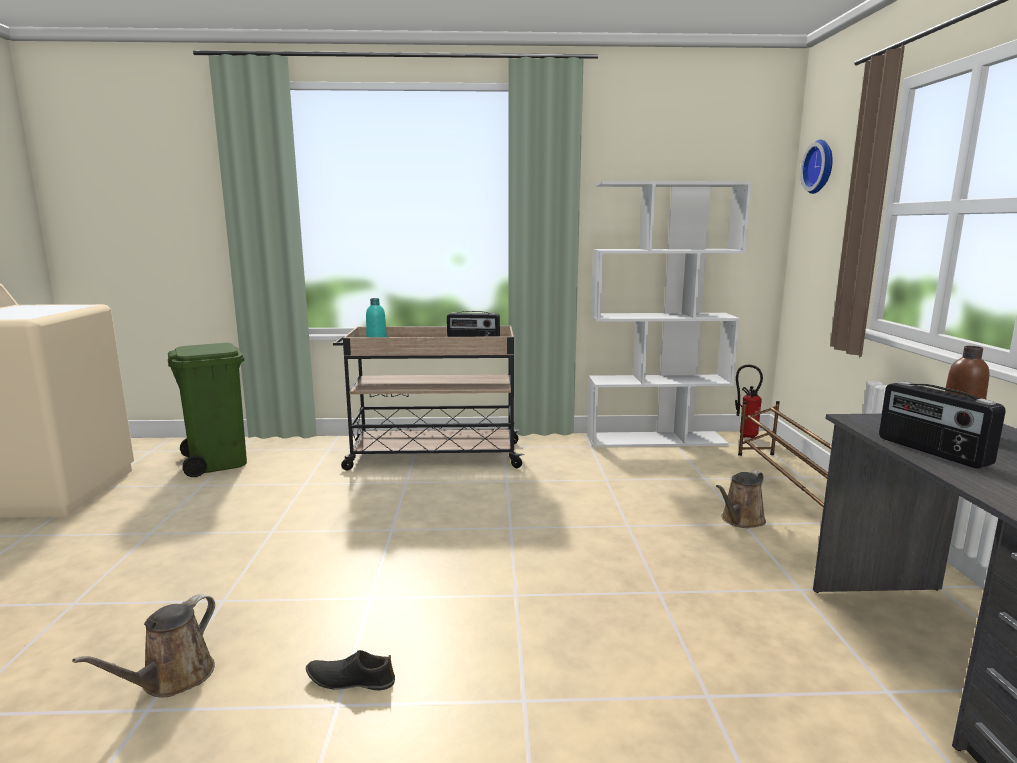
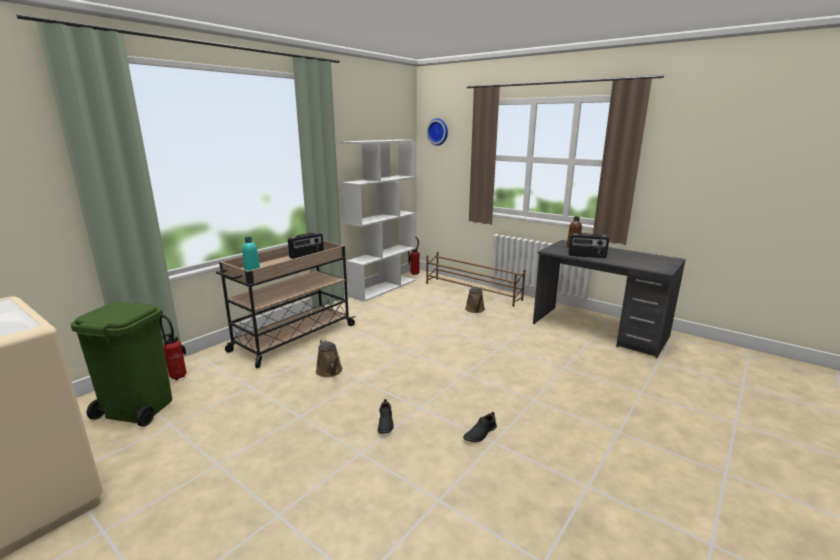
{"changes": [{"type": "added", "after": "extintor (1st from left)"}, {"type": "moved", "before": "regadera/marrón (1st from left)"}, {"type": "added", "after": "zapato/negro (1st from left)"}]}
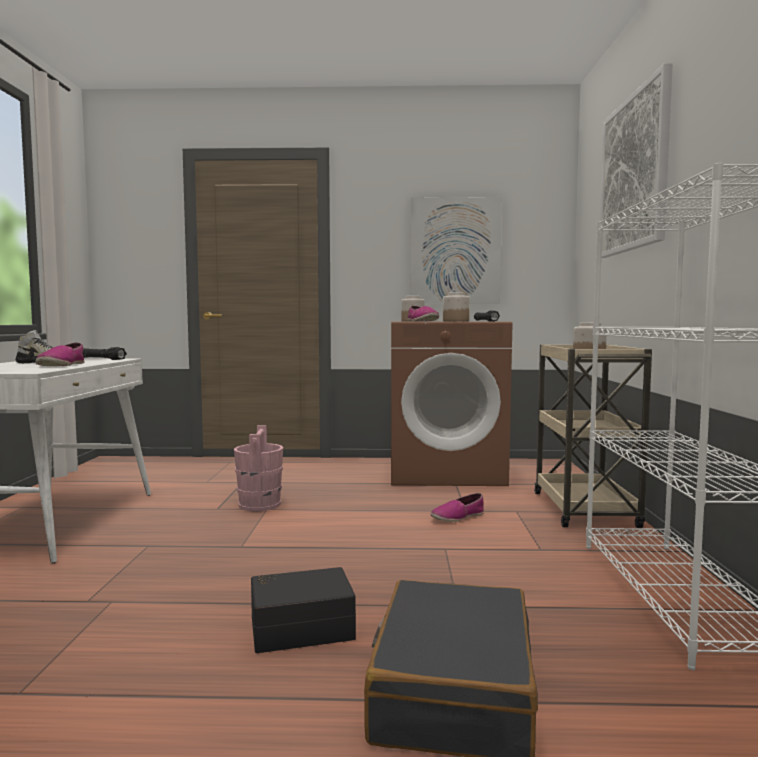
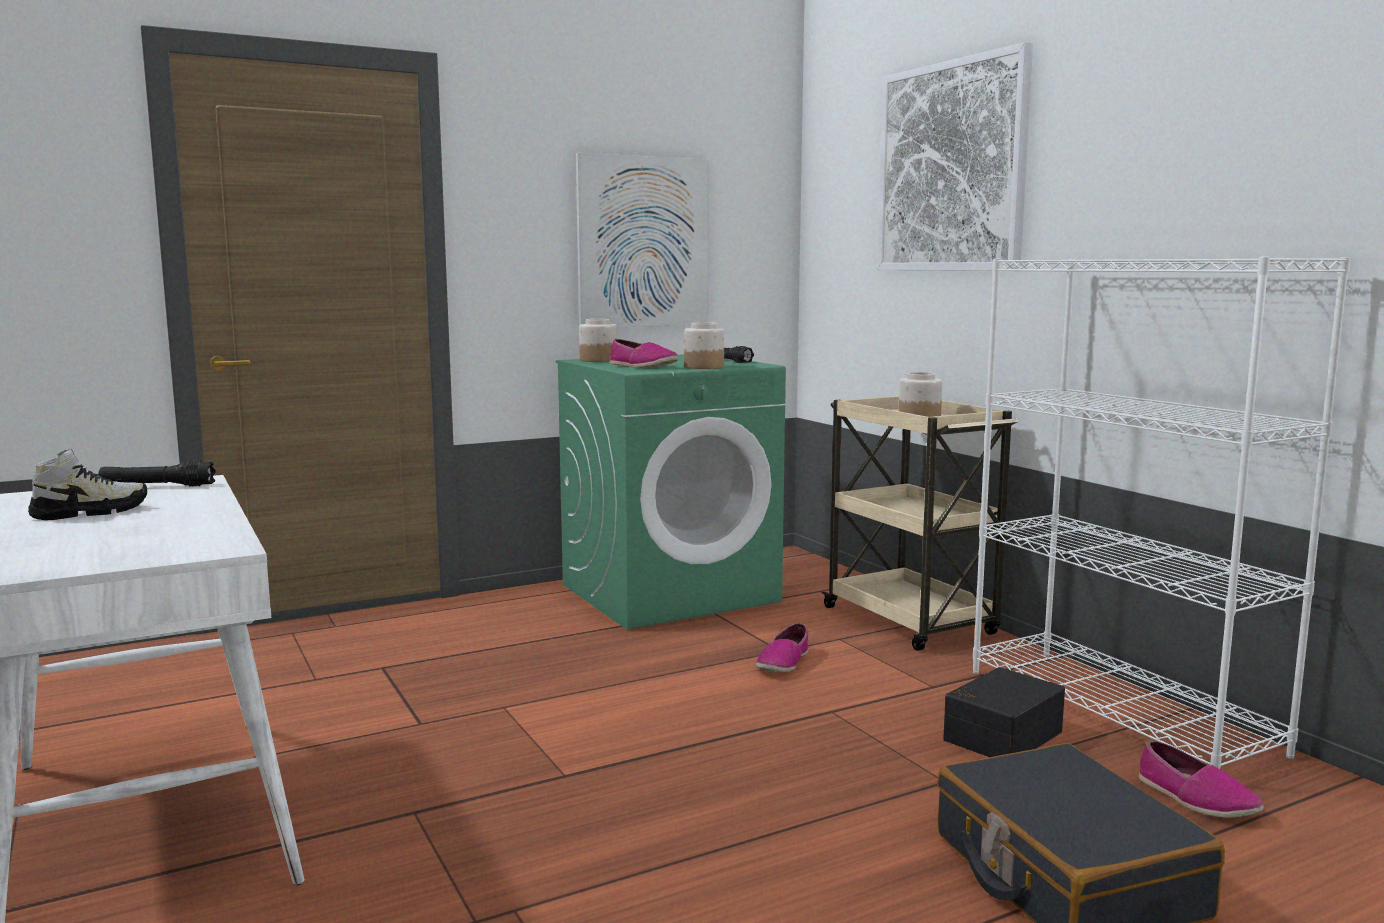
{"changes": [{"type": "recoloured", "before": "lavadora/marrón", "after": "lavadora/verde"}, {"type": "moved", "before": "caja de almacenaje/negro"}, {"type": "moved", "before": "zapato (2nd from left in the first image)", "after": "zapato (4th from left)"}, {"type": "removed", "before": "cubo/rosa"}]}
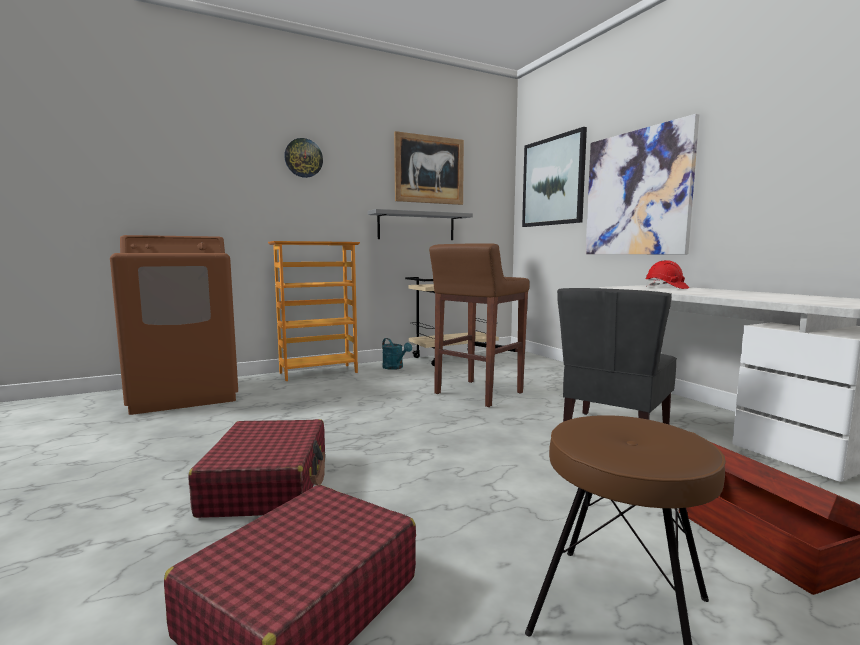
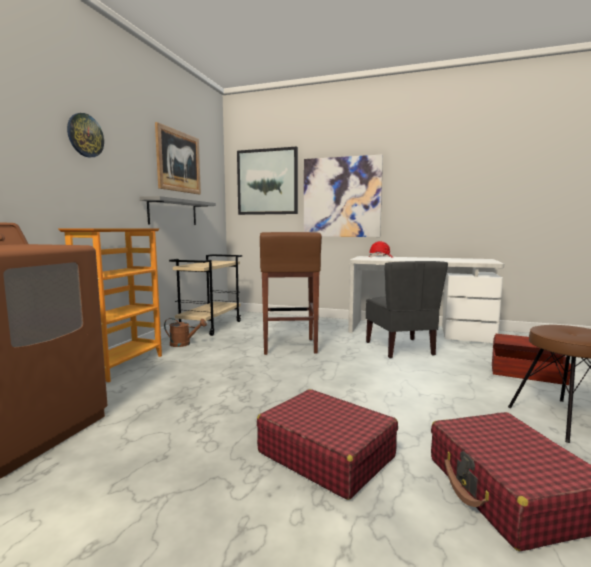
{"changes": [{"type": "recoloured", "before": "regadera/turquesa", "after": "regadera/marrón"}]}
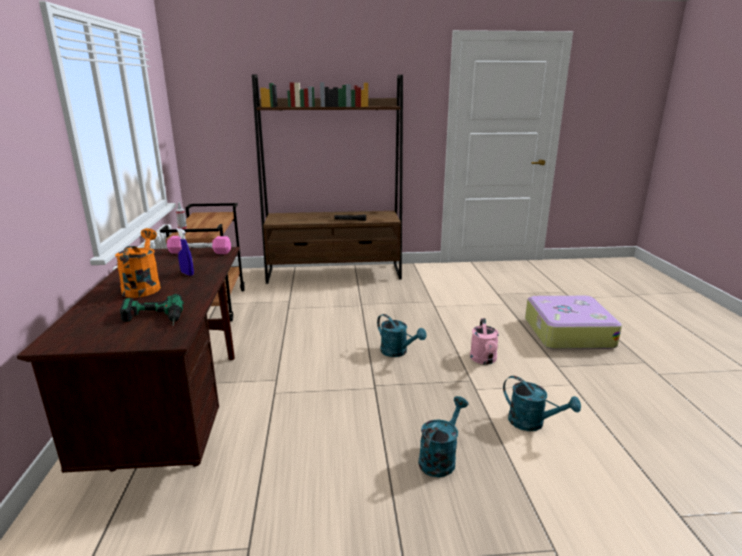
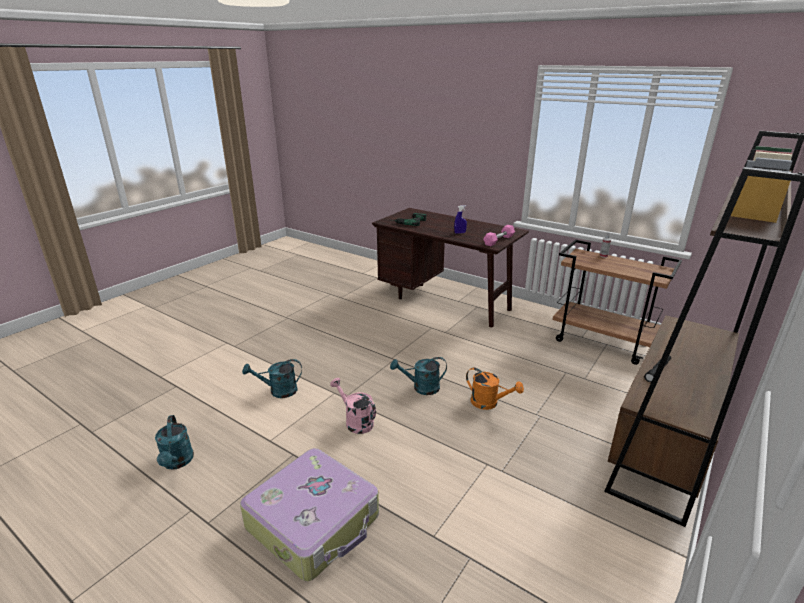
{"changes": [{"type": "moved", "before": "regadera/turquesa (2nd from left in the first image)", "after": "regadera/turquesa (1st from left)"}, {"type": "moved", "before": "regadera/naranja"}]}
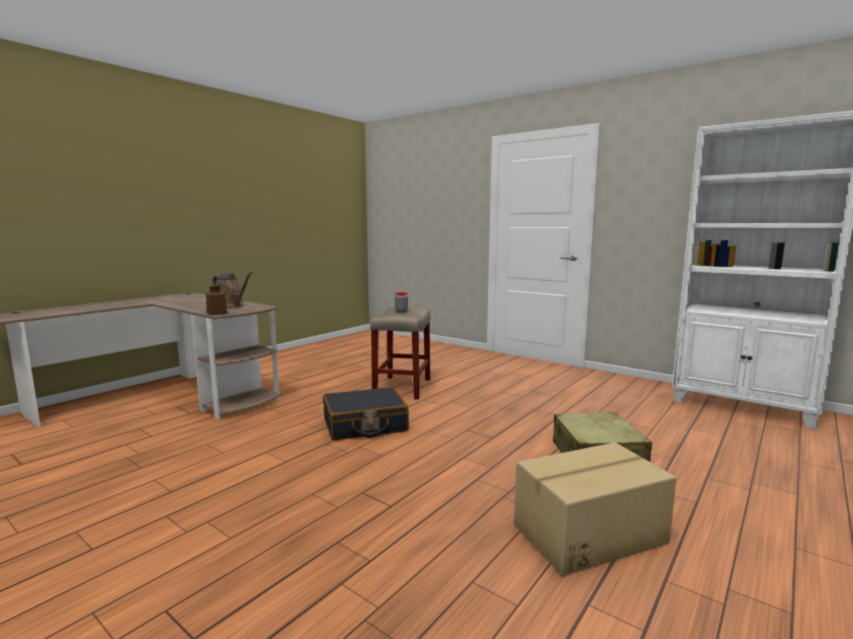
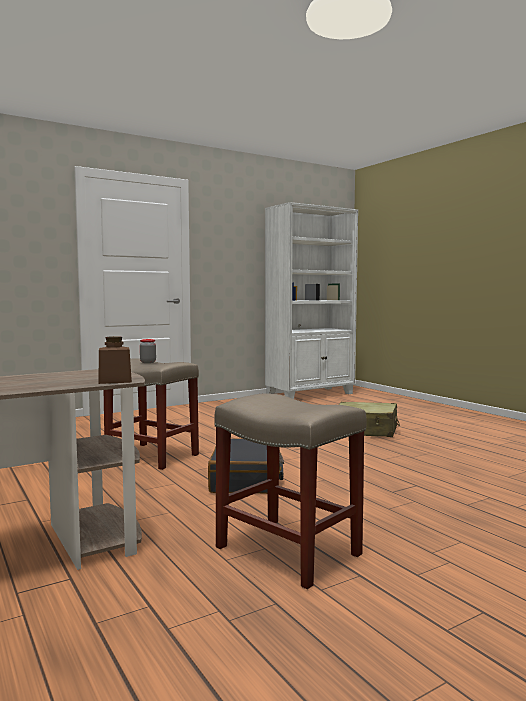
{"changes": [{"type": "added", "after": "taburete/beis (2nd from left)"}, {"type": "removed", "before": "regadera/marrón"}, {"type": "removed", "before": "caja de cartón"}]}
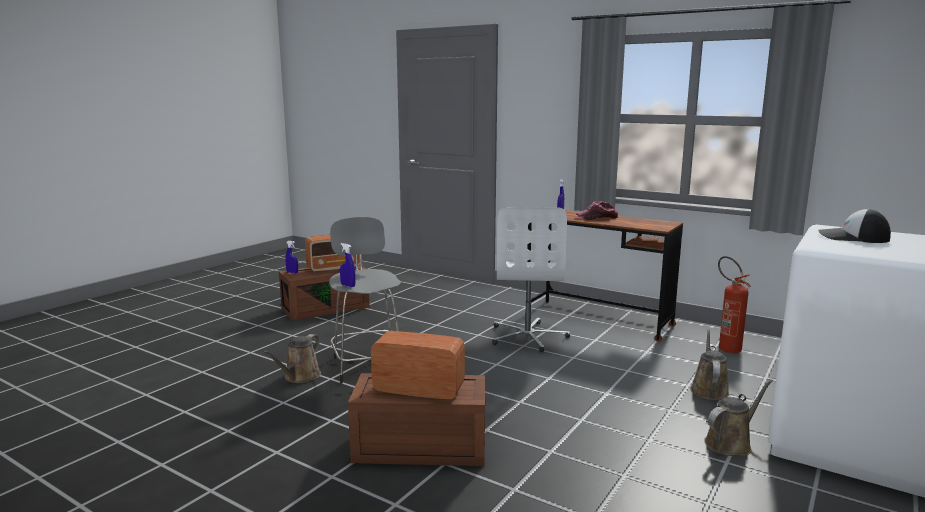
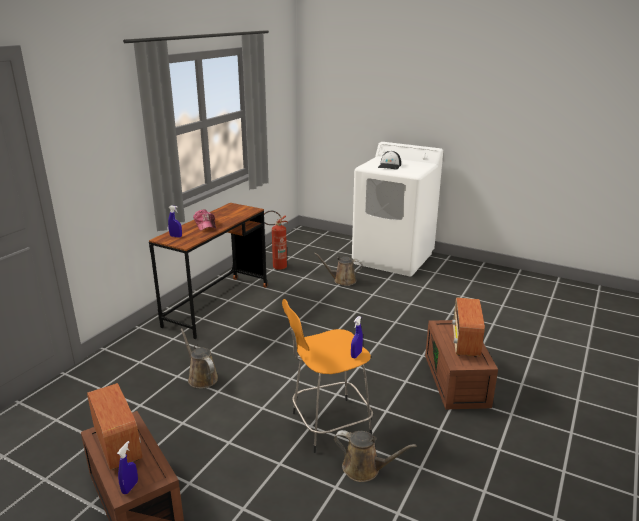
{"changes": [{"type": "moved", "before": "regadera/marrón (3rd from left in the first image)", "after": "regadera/marrón (1st from left)"}, {"type": "recoloured", "before": "taburete/gris", "after": "taburete/naranja"}, {"type": "removed", "before": "silla de oficina/blanco"}]}
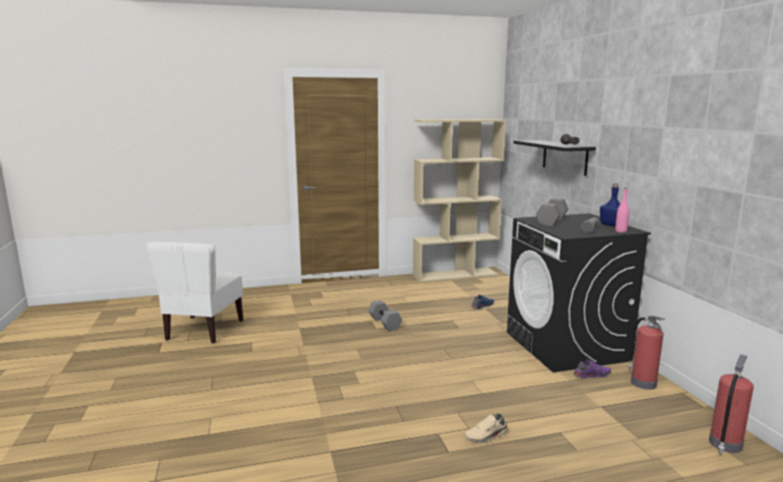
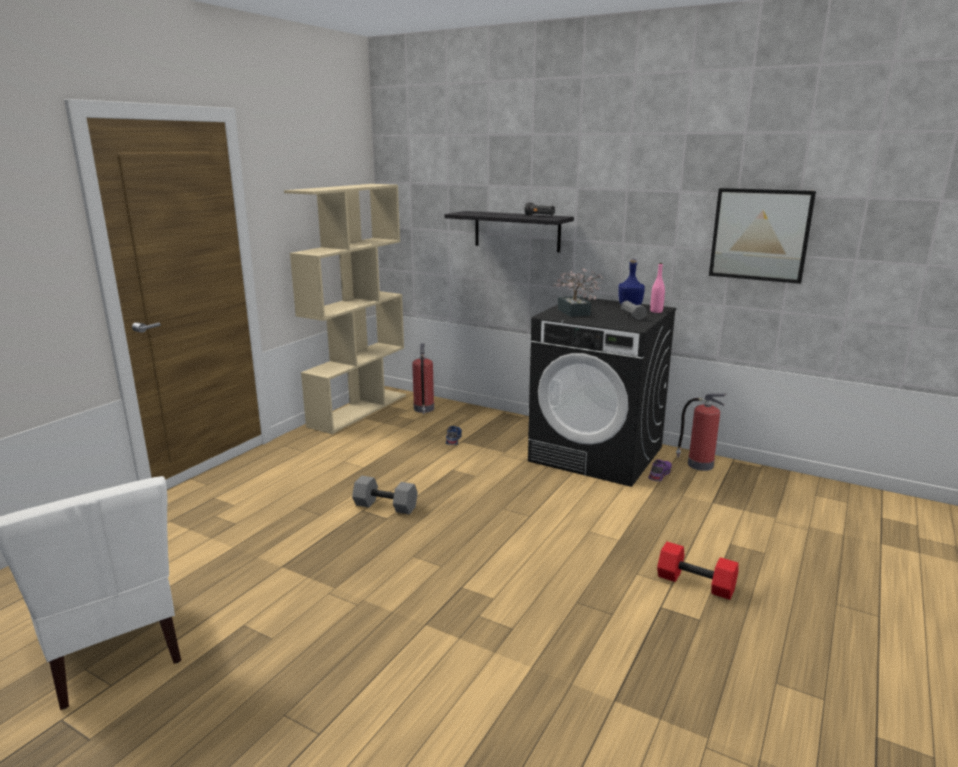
{"changes": [{"type": "moved", "before": "extintor (2nd from left in the first image)", "after": "extintor (1st from left)"}, {"type": "replaced", "before": "mancuerna/gris (2nd from left)", "after": "planta en maceta"}, {"type": "replaced", "before": "zapato/beis", "after": "mancuerna/rojo"}, {"type": "added", "after": "cuadro"}]}
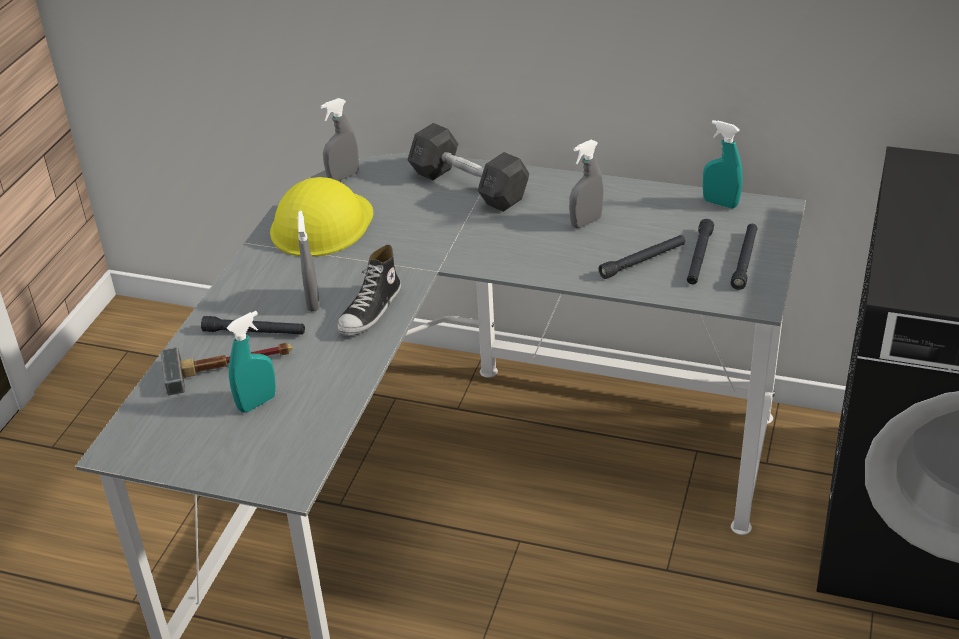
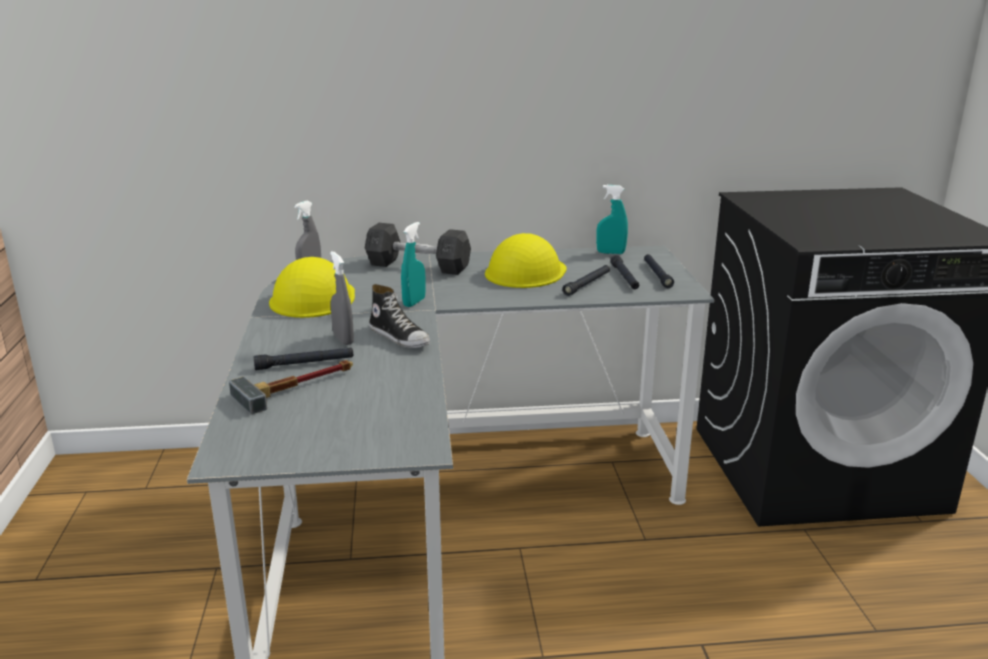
{"changes": [{"type": "turned", "before": "zapato", "turn": -45}, {"type": "moved", "before": "pulverizador/turquesa (1st from left)"}, {"type": "replaced", "before": "pulverizador/gris (3rd from left)", "after": "casco/amarillo (2nd from left)"}]}
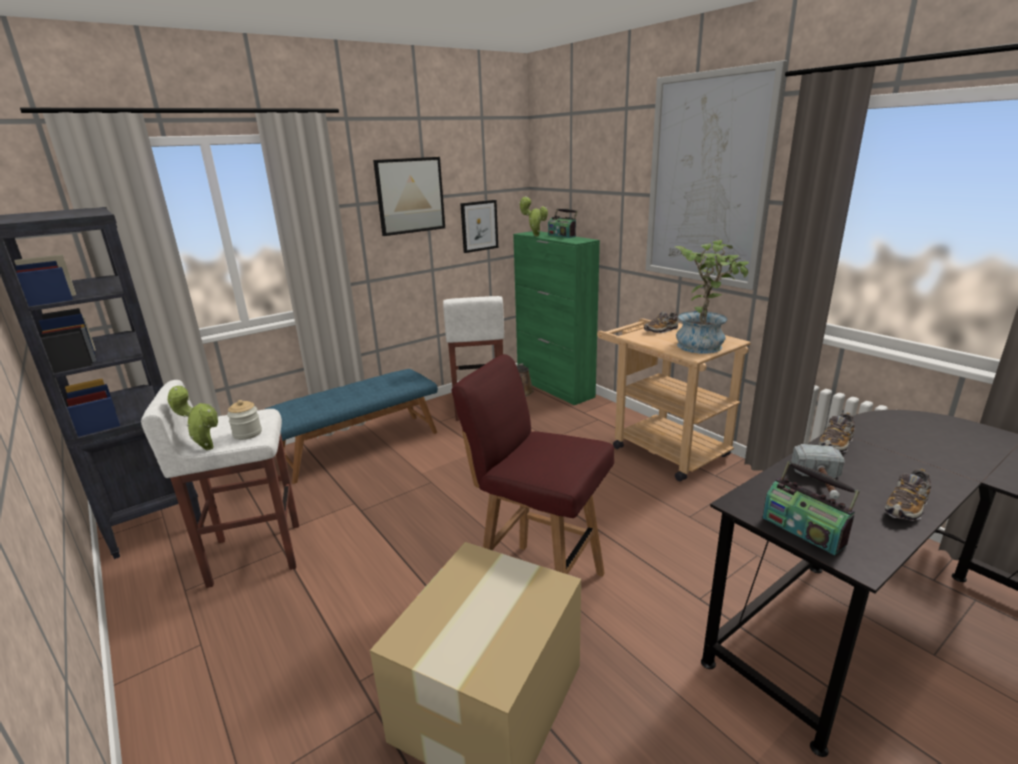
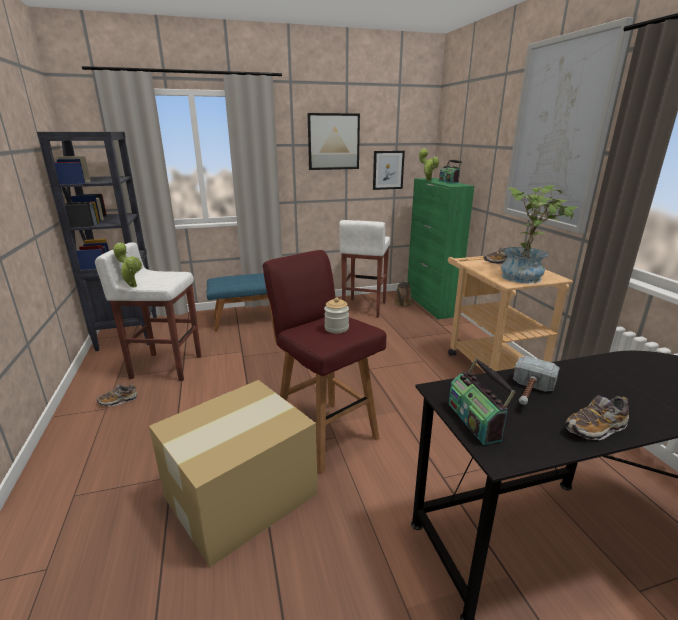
{"changes": [{"type": "moved", "before": "zapato (2nd from left in the first image)", "after": "zapato (1st from left)"}, {"type": "moved", "before": "tarro"}]}
